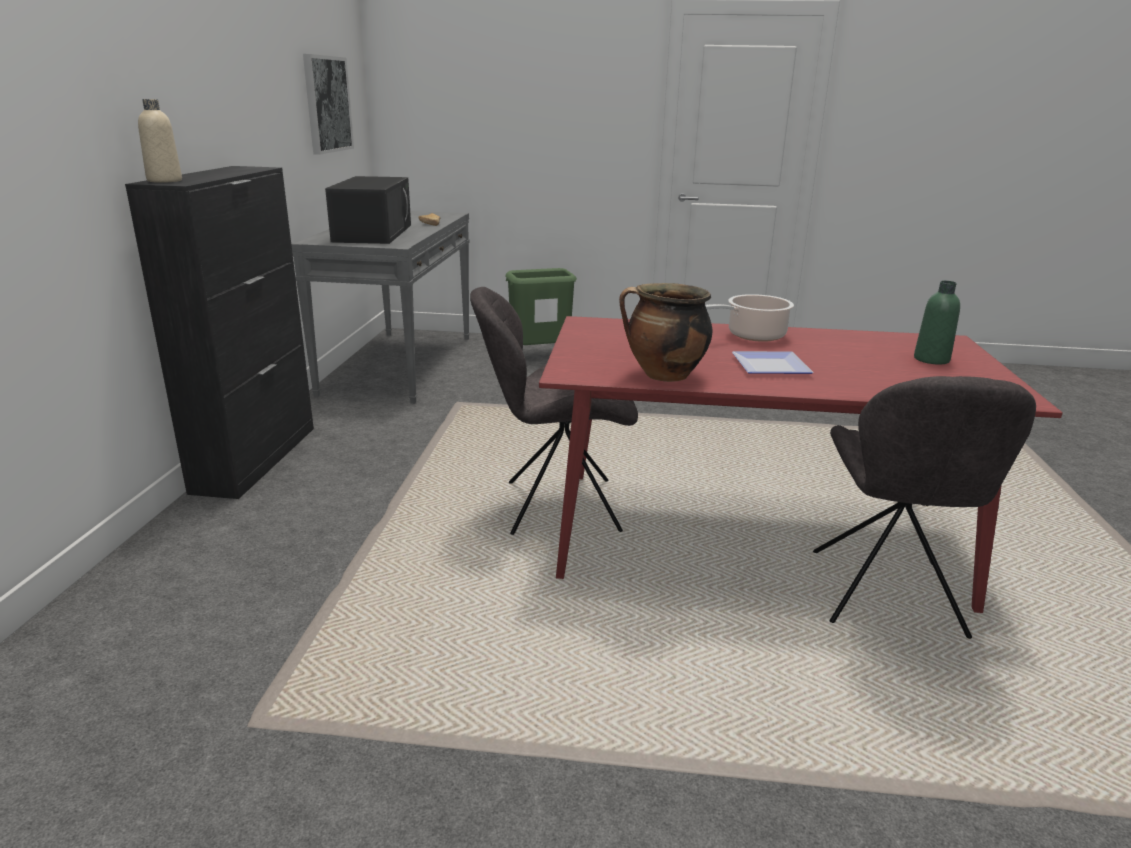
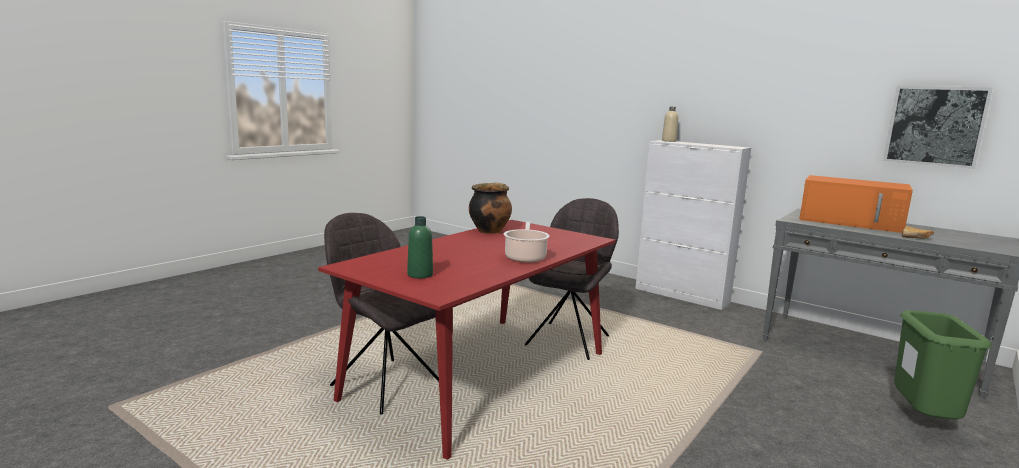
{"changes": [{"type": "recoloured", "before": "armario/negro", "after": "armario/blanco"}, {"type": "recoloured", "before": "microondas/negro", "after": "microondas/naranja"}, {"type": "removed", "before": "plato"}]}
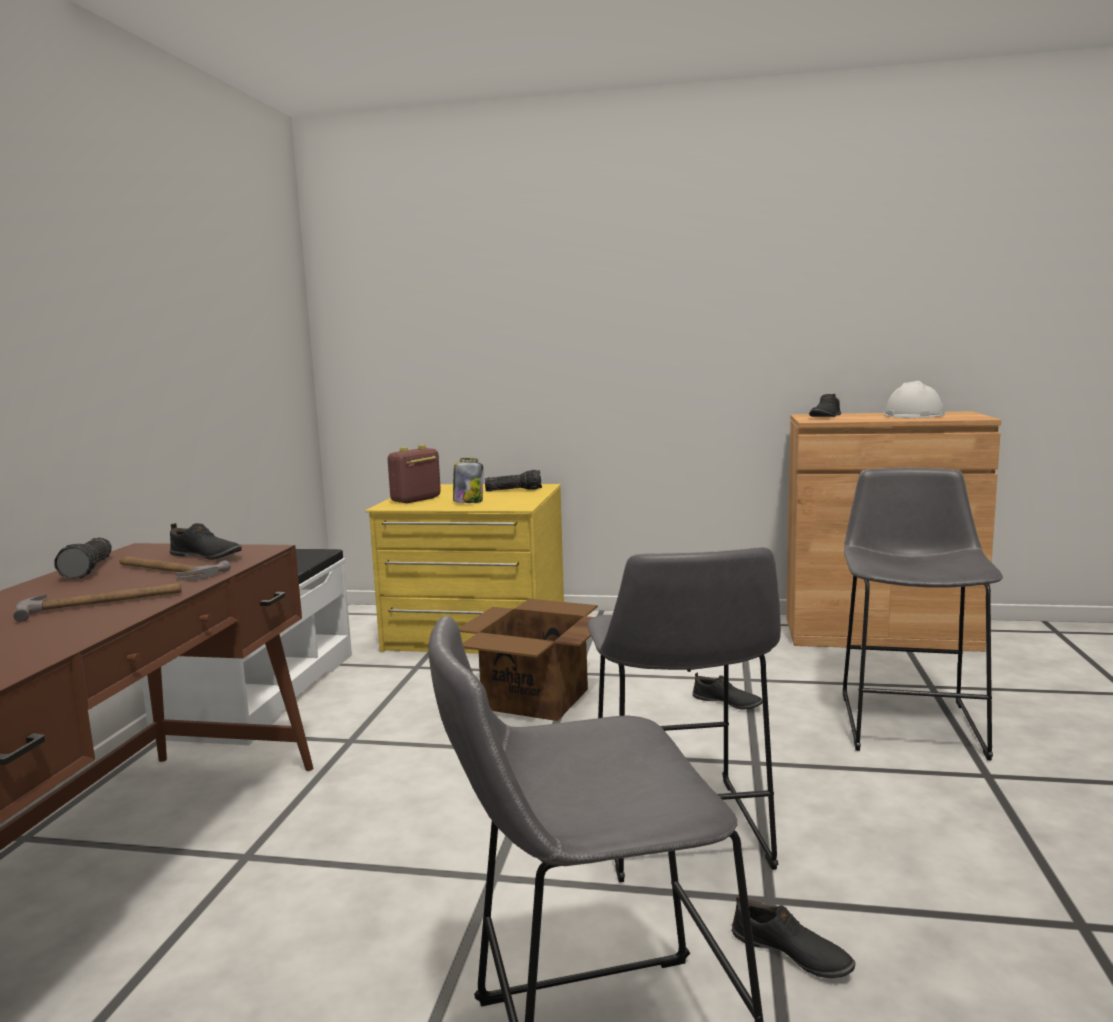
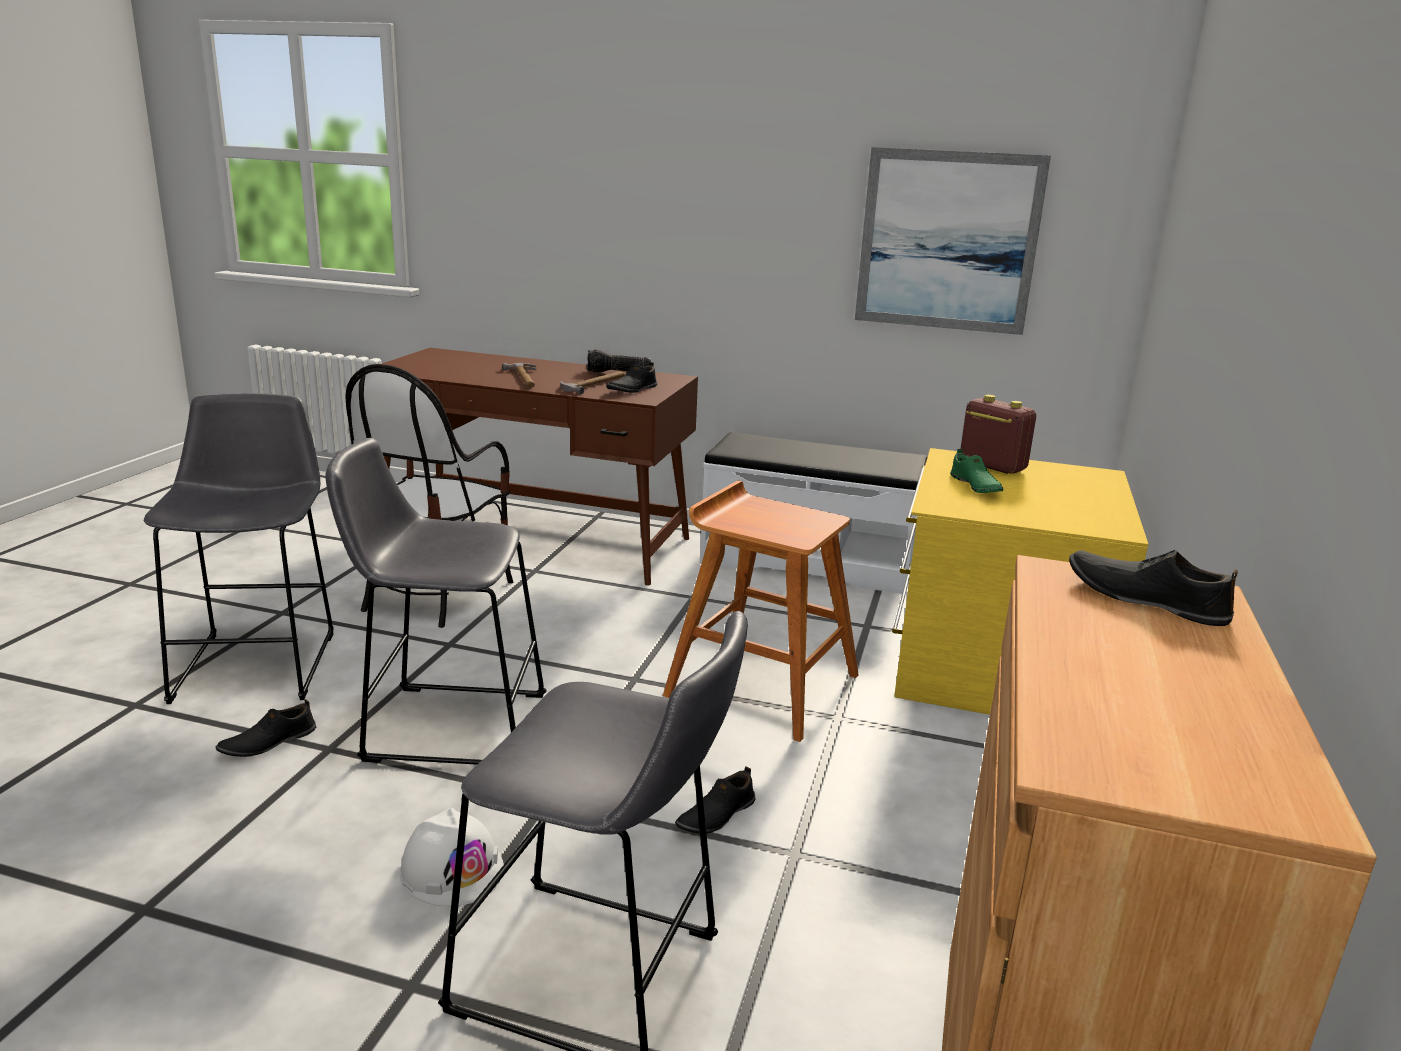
{"changes": [{"type": "added", "after": "silla"}, {"type": "moved", "before": "casco/blanco"}, {"type": "replaced", "before": "caja de cartón", "after": "taburete/marrón"}, {"type": "added", "after": "cuadro"}, {"type": "replaced", "before": "tarro", "after": "zapato/verde"}, {"type": "removed", "before": "linterna (2nd from left)"}]}
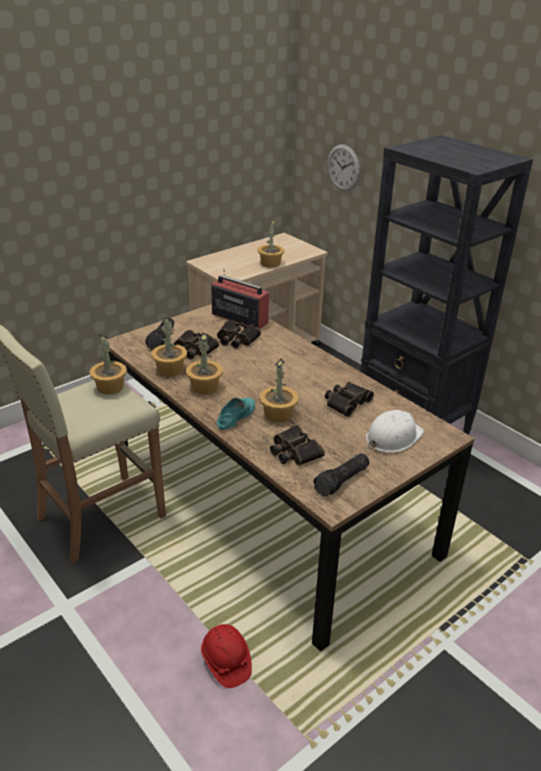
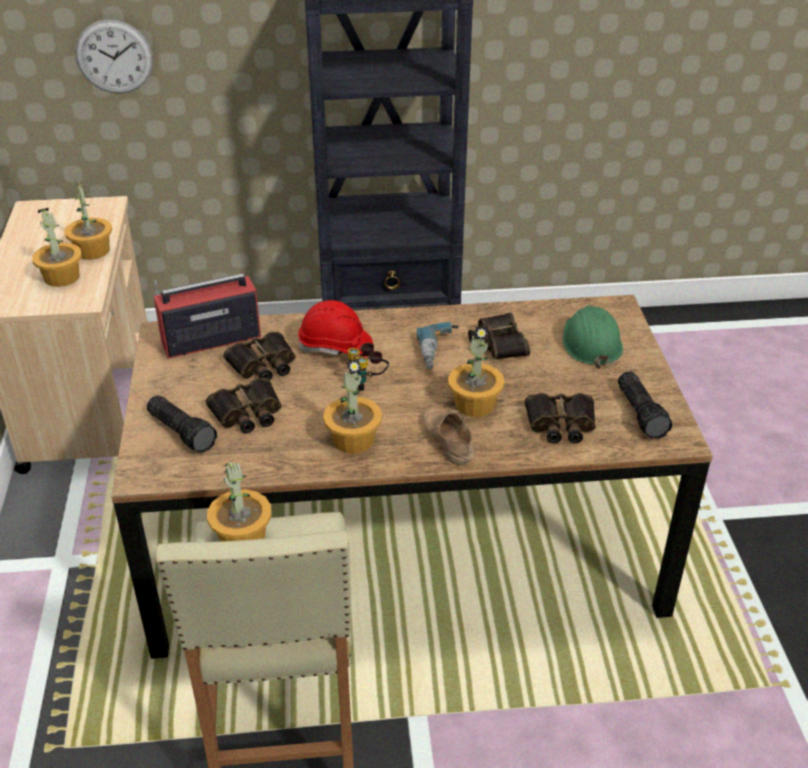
{"changes": [{"type": "moved", "before": "planta en maceta (2nd from left in the first image)", "after": "planta en maceta (1st from left)"}, {"type": "moved", "before": "casco/rojo"}, {"type": "added", "after": "prismáticos (3rd from left)"}, {"type": "added", "after": "taladro"}, {"type": "recoloured", "before": "zapato/turquesa", "after": "zapato/beis"}, {"type": "recoloured", "before": "casco/blanco", "after": "casco/verde"}]}
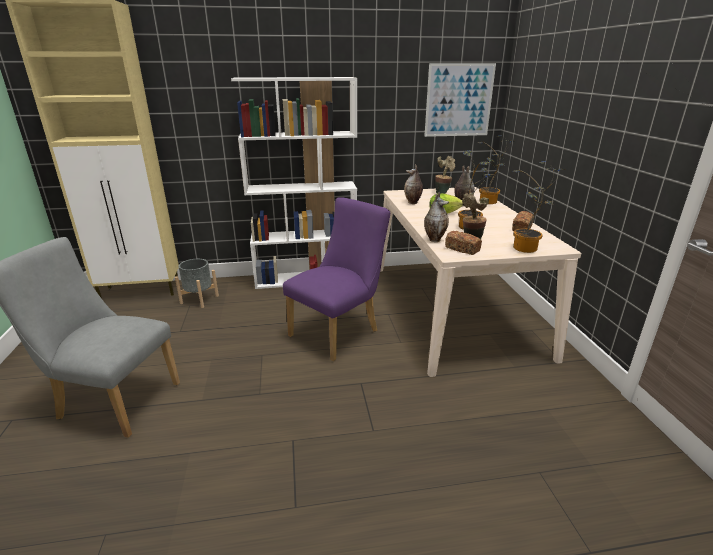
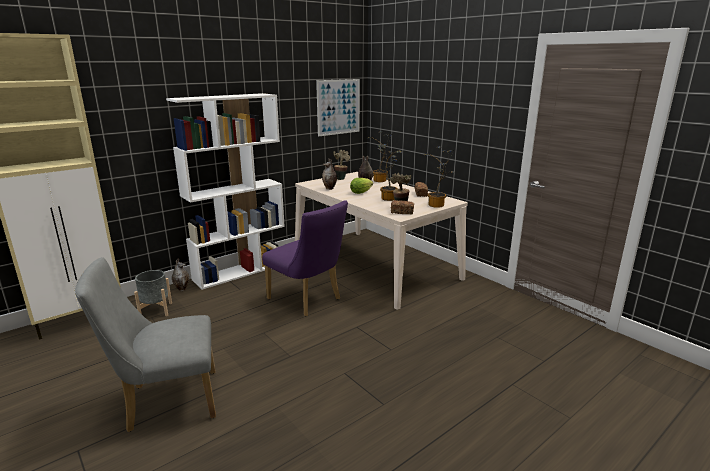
{"changes": [{"type": "moved", "before": "florero (2nd from left in the first image)", "after": "florero (1st from left)"}, {"type": "turned", "before": "silla/morado", "turn": 120}]}
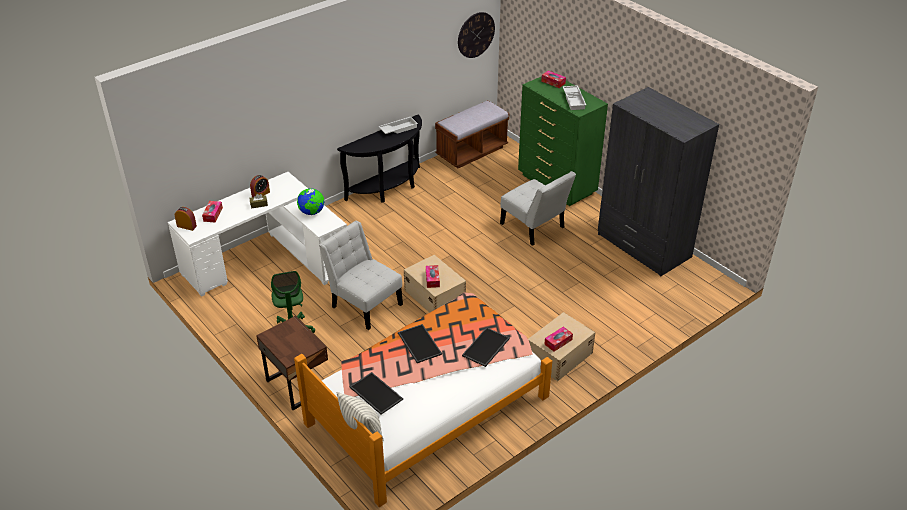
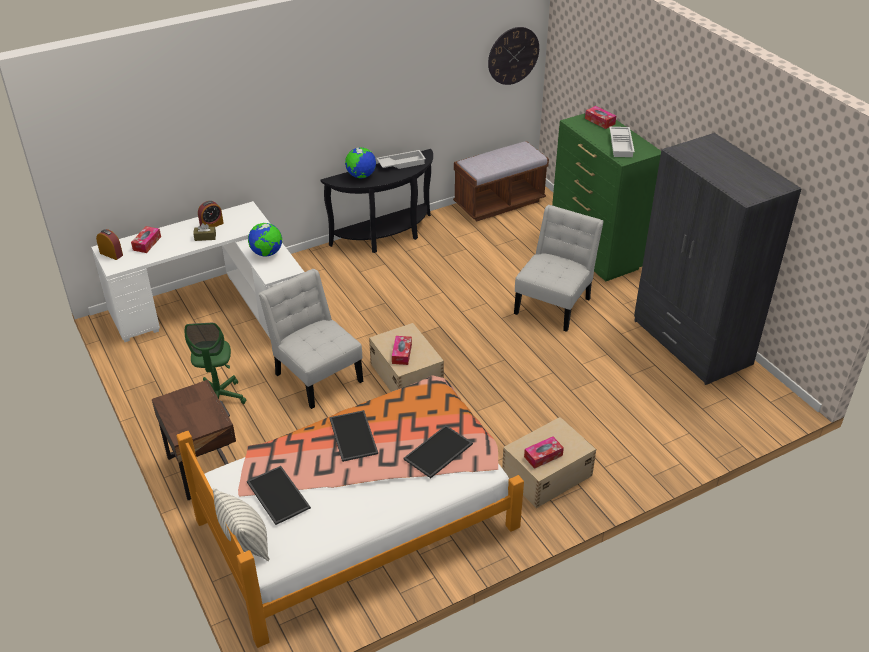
{"changes": [{"type": "added", "after": "globo terráqueo (2nd from left)"}, {"type": "turned", "before": "silla/blanco (2nd from left)", "turn": -120}]}
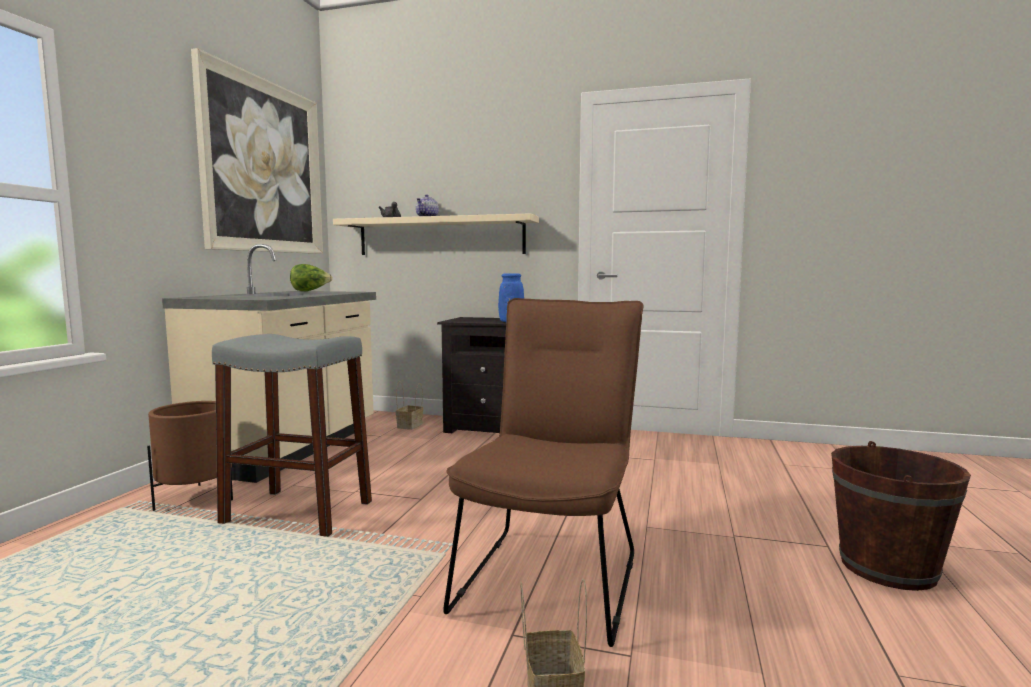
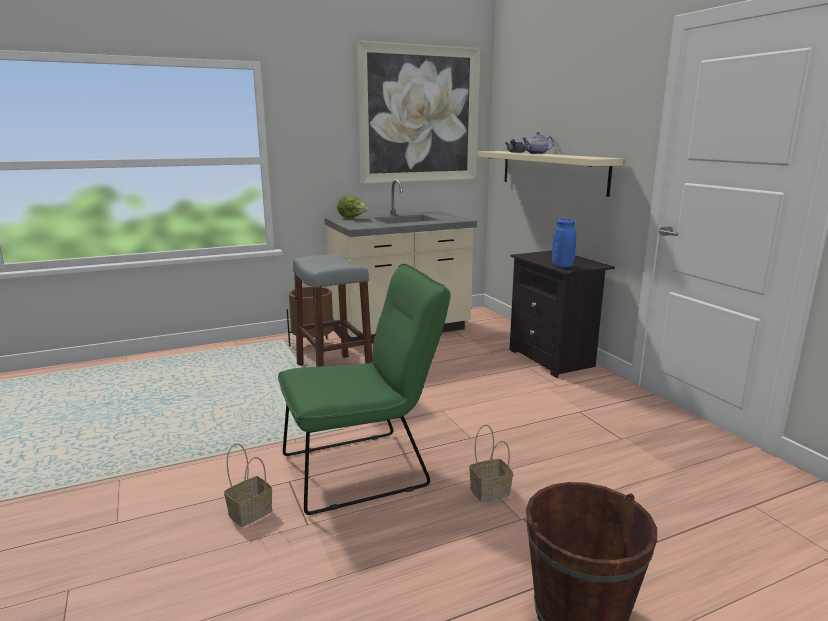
{"changes": [{"type": "recoloured", "before": "silla/marrón", "after": "silla/verde"}, {"type": "moved", "before": "lechuga"}, {"type": "moved", "before": "cesta (1st from left in the first image)", "after": "cesta (2nd from left)"}]}
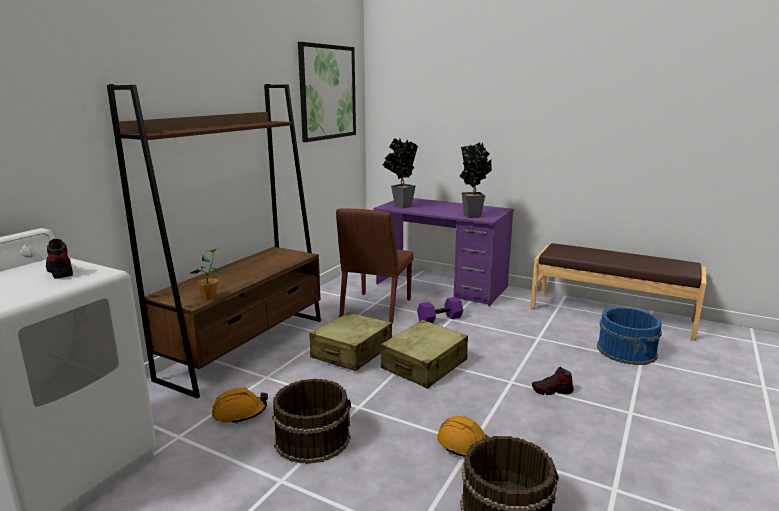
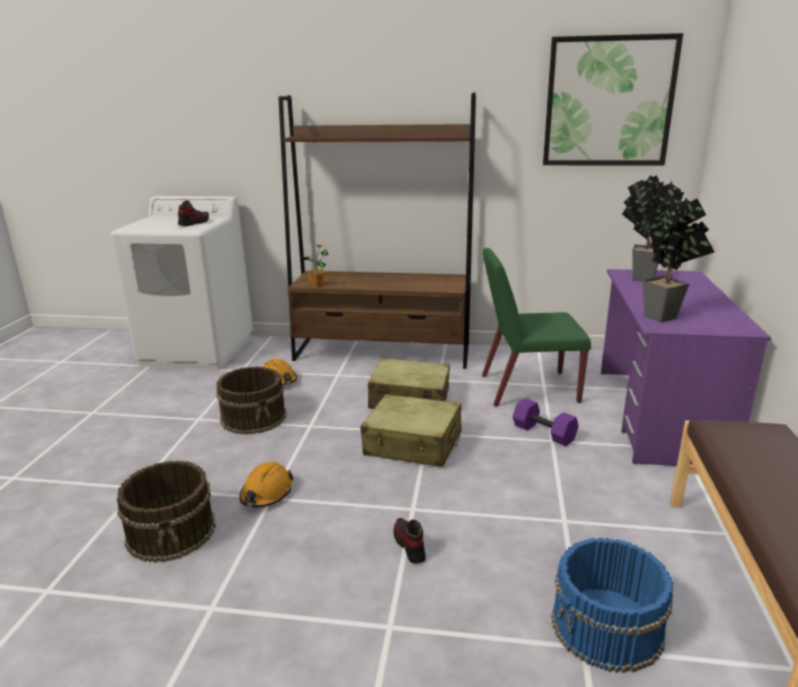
{"changes": [{"type": "recoloured", "before": "silla/marrón", "after": "silla/verde"}]}
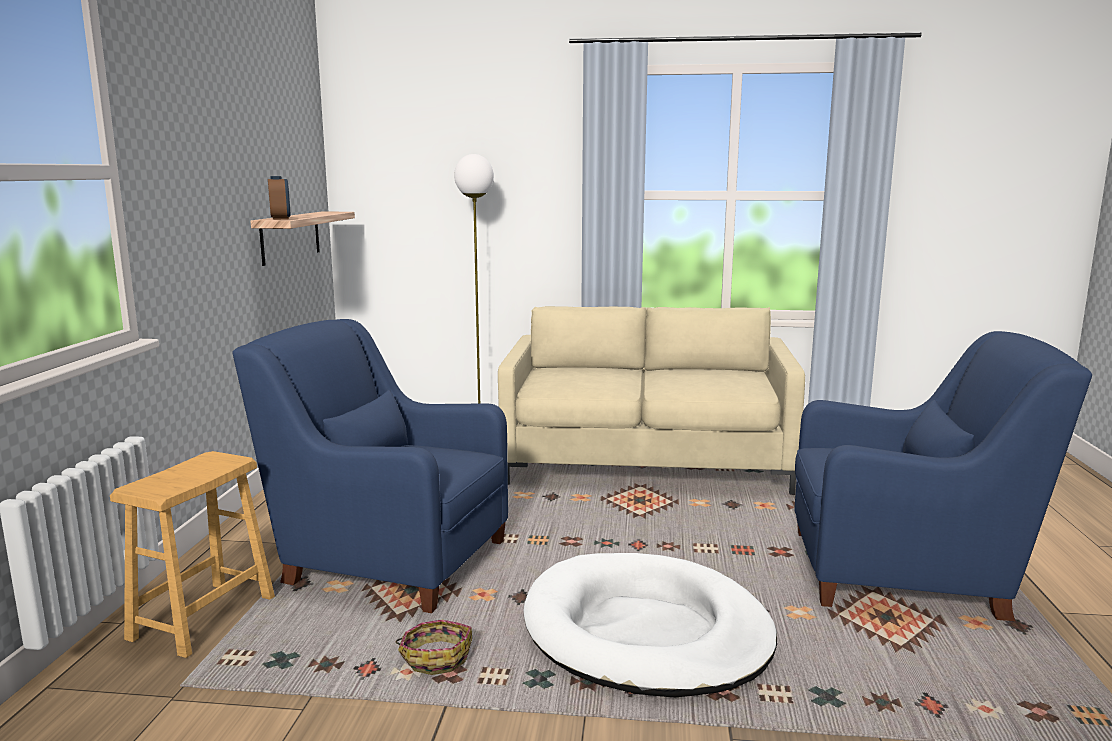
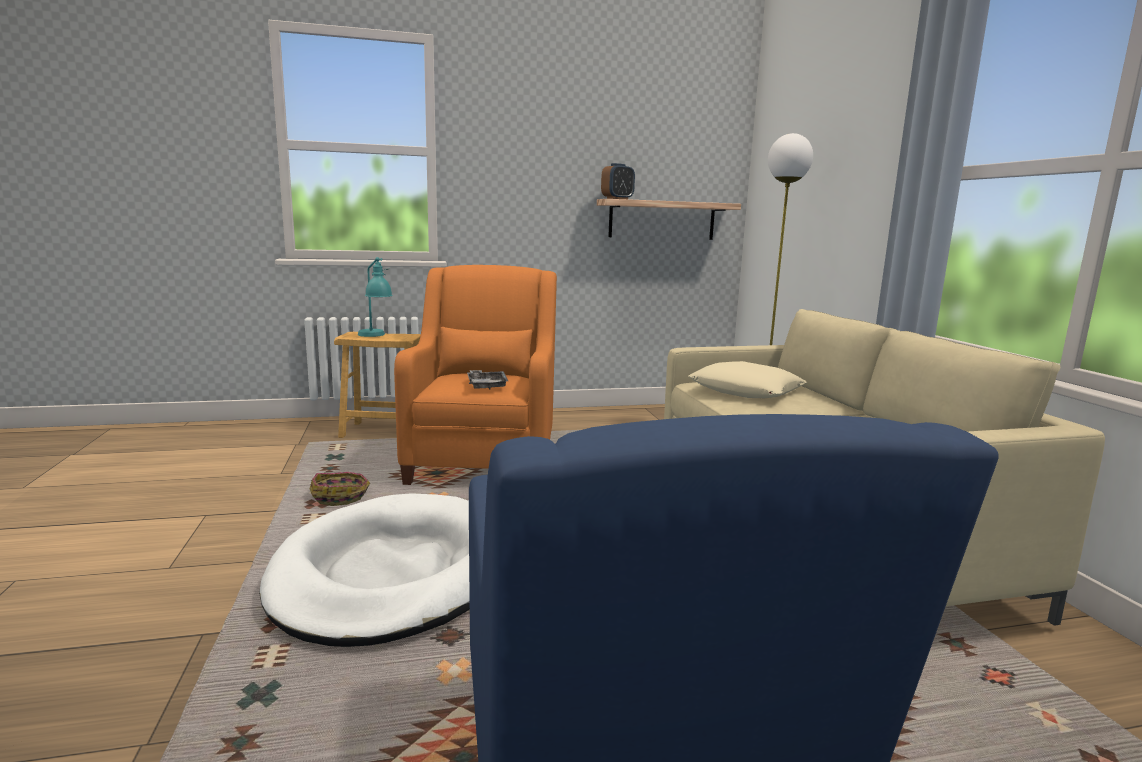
{"changes": [{"type": "added", "after": "lámpara de mesa/turquesa"}, {"type": "recoloured", "before": "sillón/azul (1st from left)", "after": "sillón/naranja"}, {"type": "added", "after": "bandeja/gris"}, {"type": "added", "after": "cojín/beis"}]}
